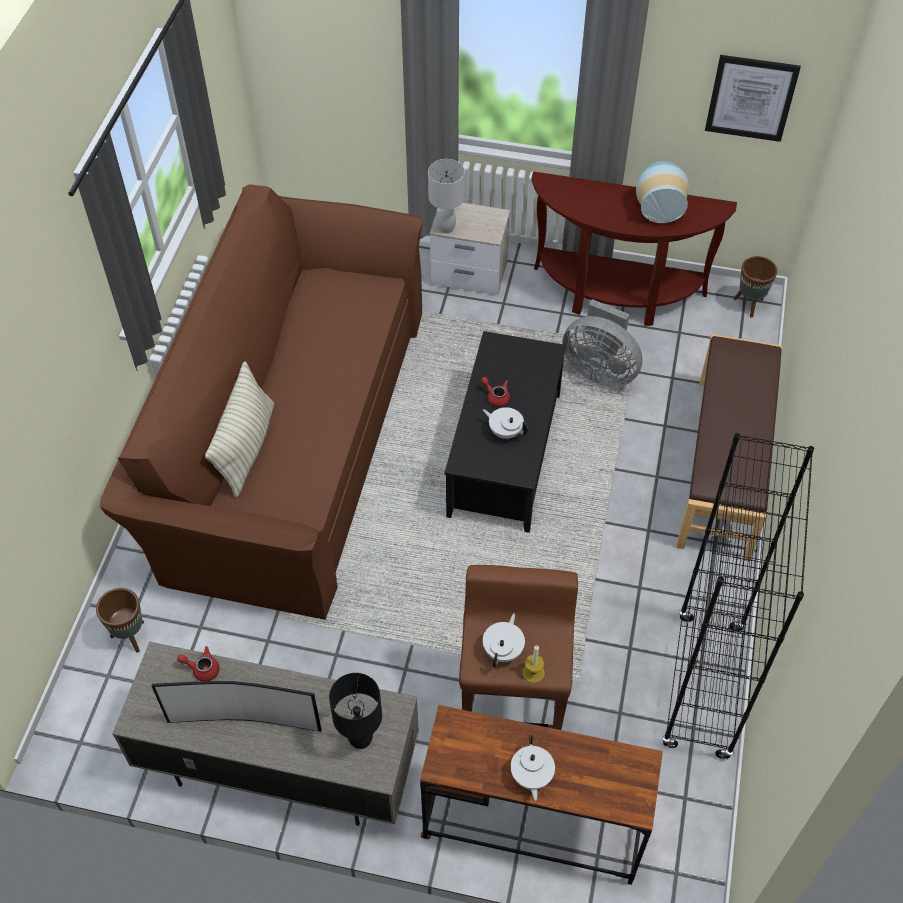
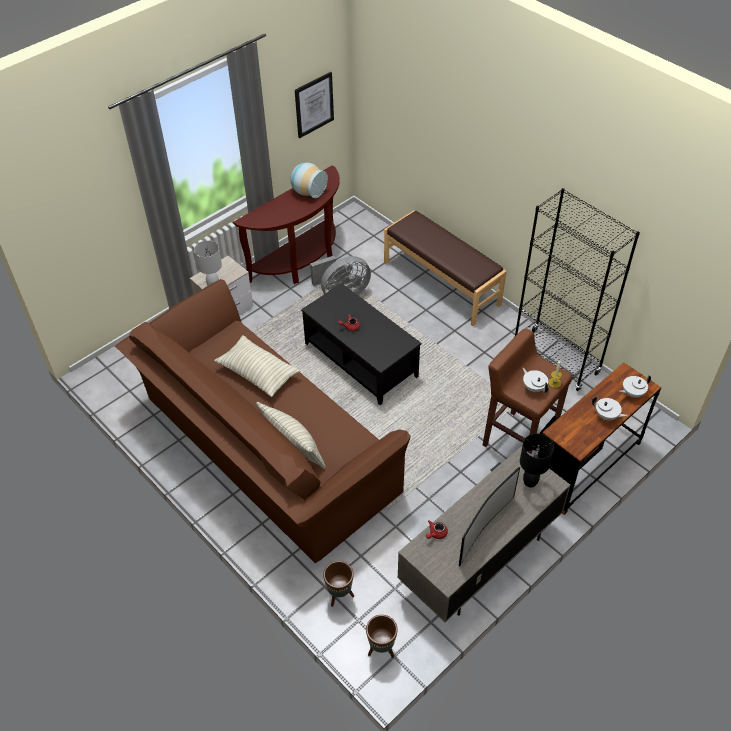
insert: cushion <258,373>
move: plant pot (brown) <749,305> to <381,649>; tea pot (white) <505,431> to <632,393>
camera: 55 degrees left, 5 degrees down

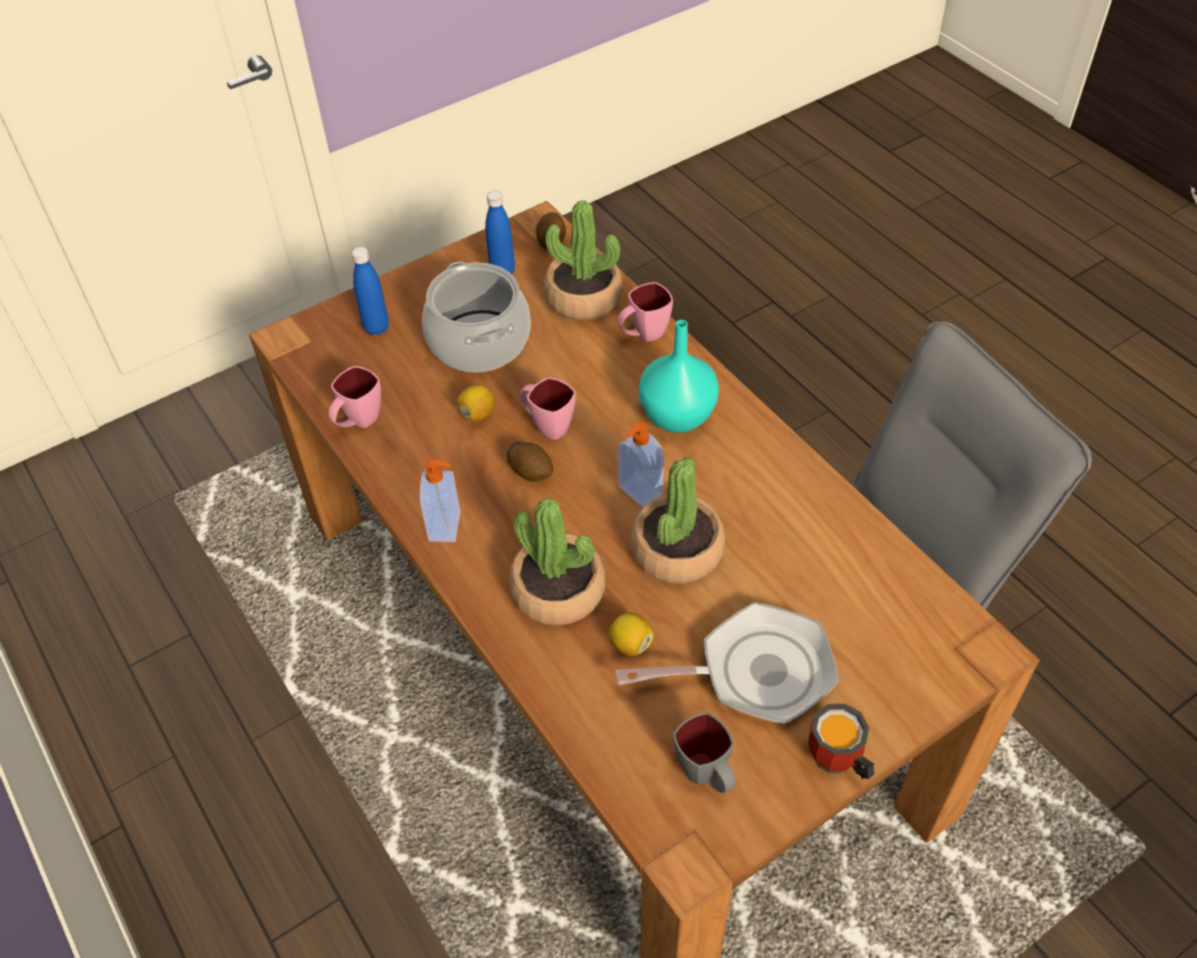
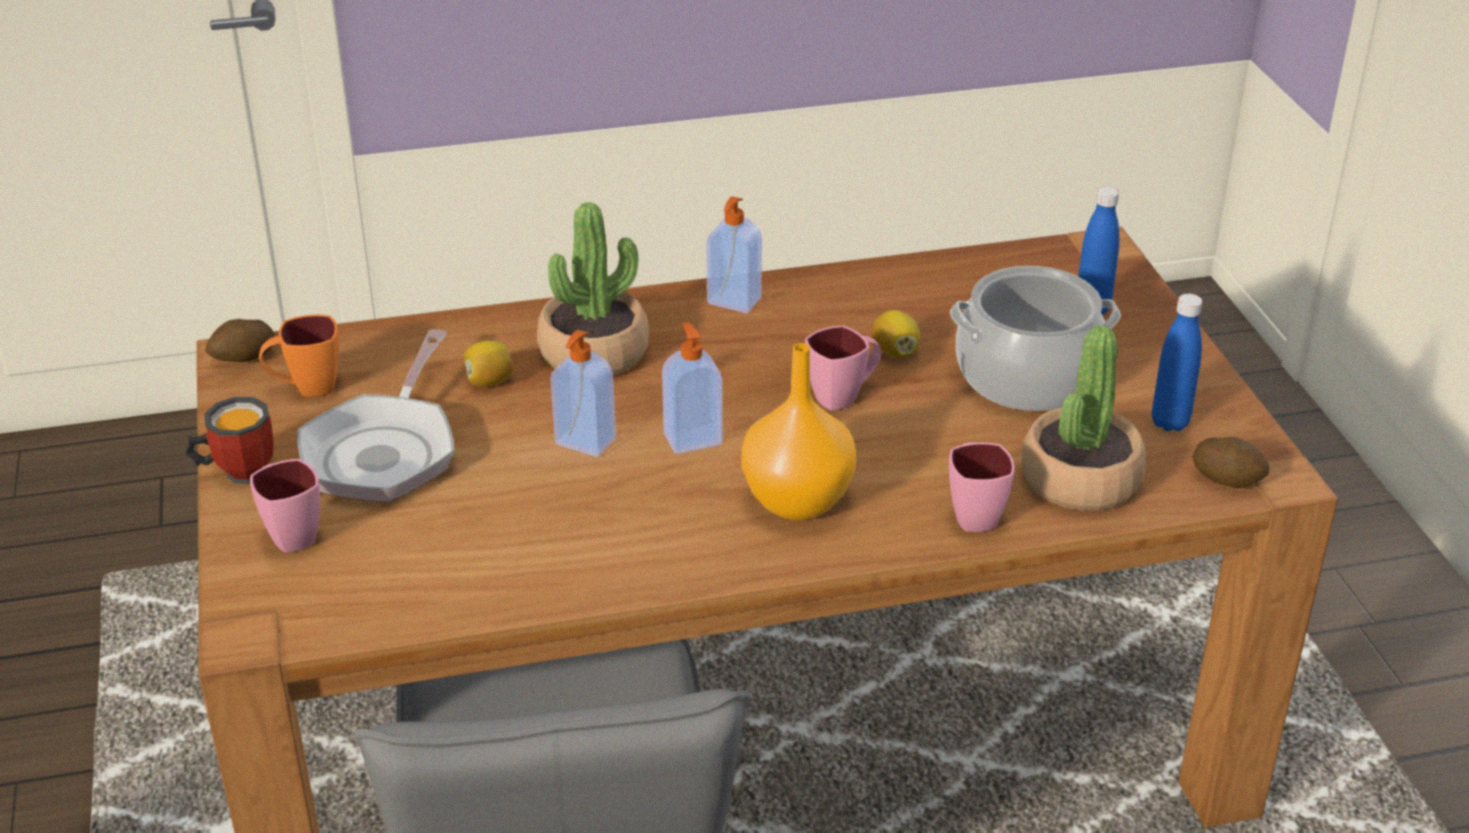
move: potato <531,471> to <243,358>; tea mug (pinkish) <358,423> to <290,533>
replace: potted plant <676,550> to liquid soap bottle <584,443>
recolor: tea mug (greyish) <706,776> to tea mug (orange) <305,388>; vase (turquoise) <676,417> to vase (orange) <796,500>
camera: 110 degrees right, 15 degrees down

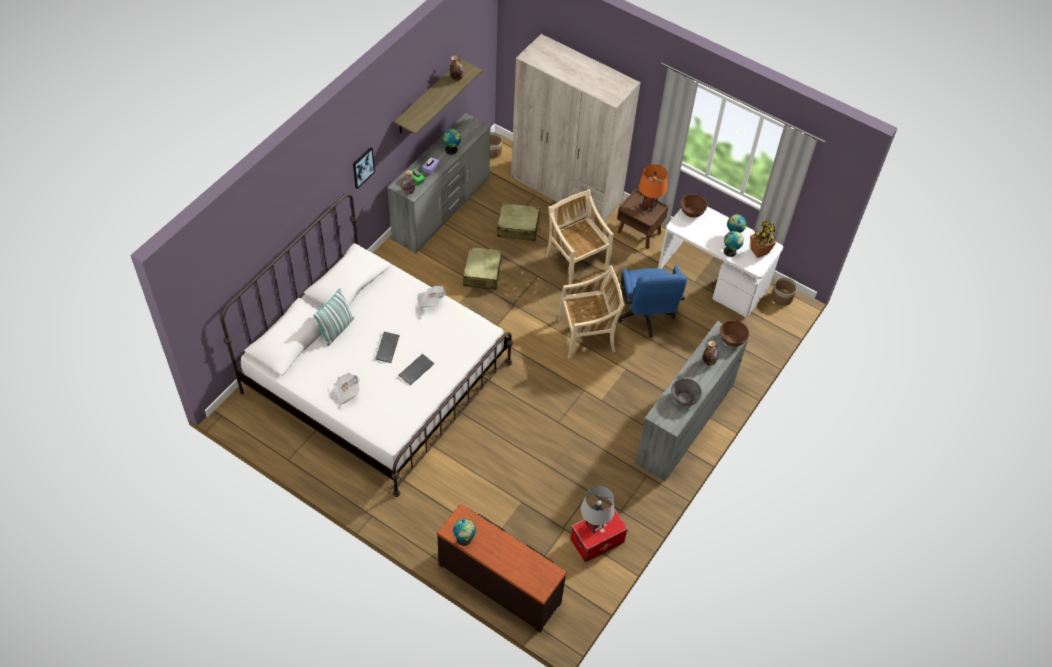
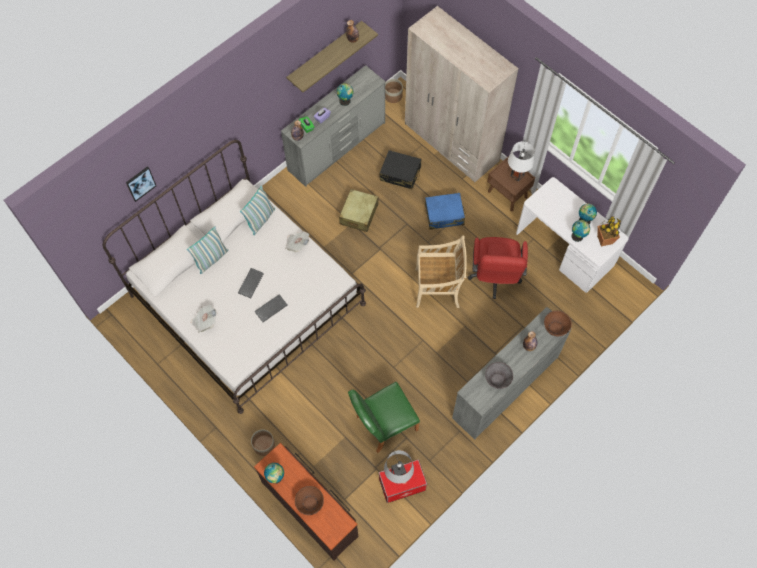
insert: cushion <260,219>; plain chair (greenish) <383,425>
move: wall art <362,167> to <140,183>; plant pot <781,297> to <264,445>; serving bowl (brown) <692,212> to <310,503>
replace: plain chair (sand-coloured) <576,261> to suitcase (bluish) <444,215>
recolor: suitcase (sand-coloured) <518,227> to suitcase (black) <400,174>; computer chair (bluish) <645,317> to computer chair (red-coloured) <494,278>; tabletop lamp (orange) <649,206> to tabletop lamp (white) <517,175>
camera: 15 degrees right, 10 degrees up

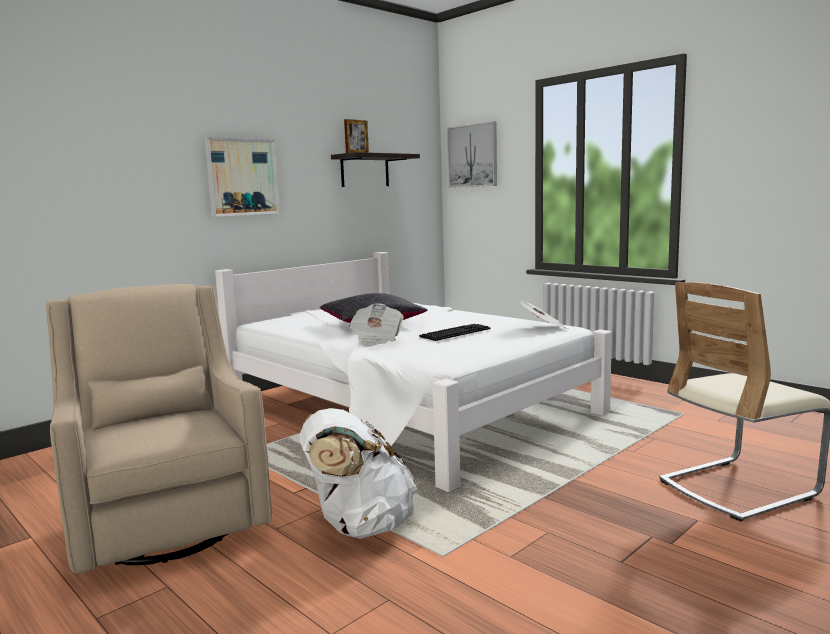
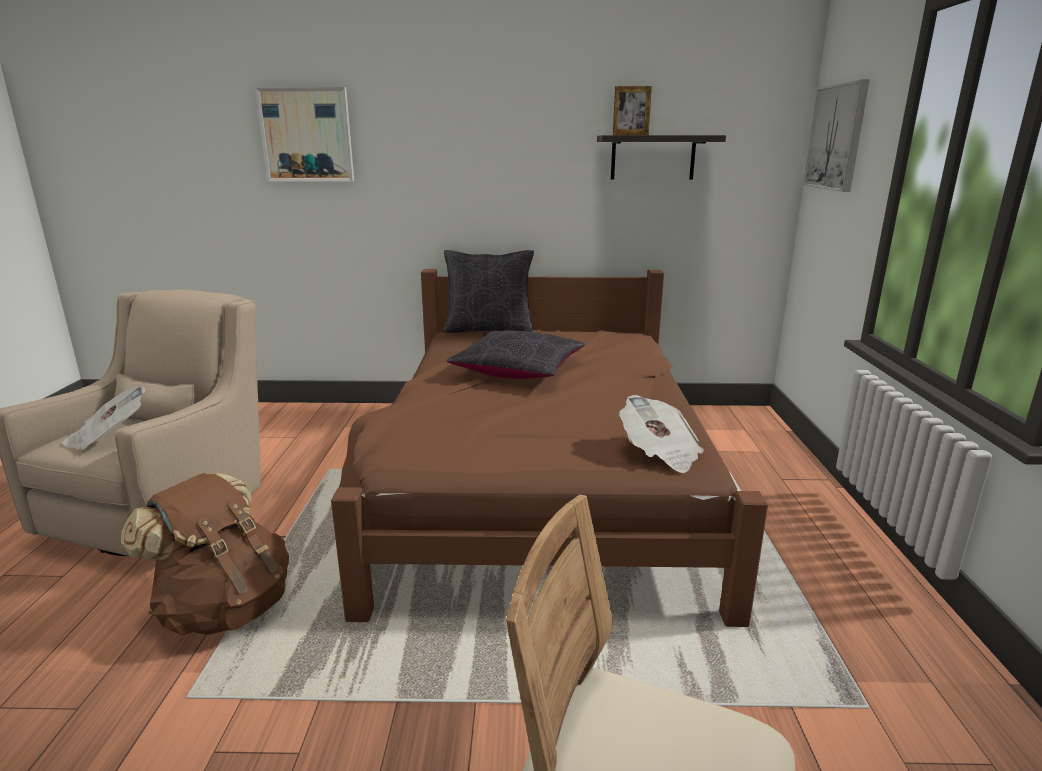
delete: PC keyboard <455,332>
insert: cushion (black) <489,330>
move: newspaper <376,340> to <109,437>; wall art <242,177> to <306,135>
recolor: backpack (white) <359,526> to backpack (brown) <225,608>; bedroom bed (white) <408,408> to bedroom bed (brown) <539,485>
camera: 45 degrees right, 10 degrees up

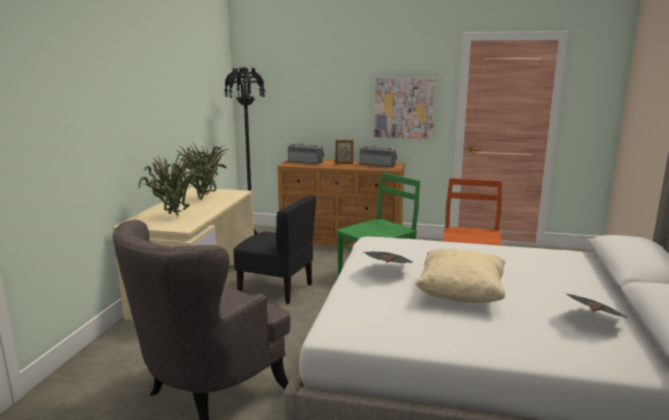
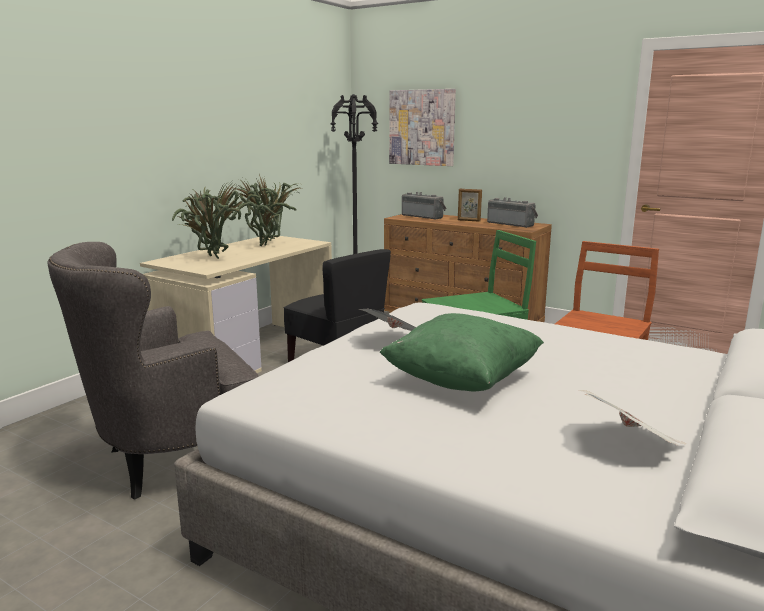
move: wall art <404,108> to <422,127>
recolor: cushion (sand-coloured) <460,295> to cushion (greenish) <462,381>
camera: 20 degrees right, 0 degrees up

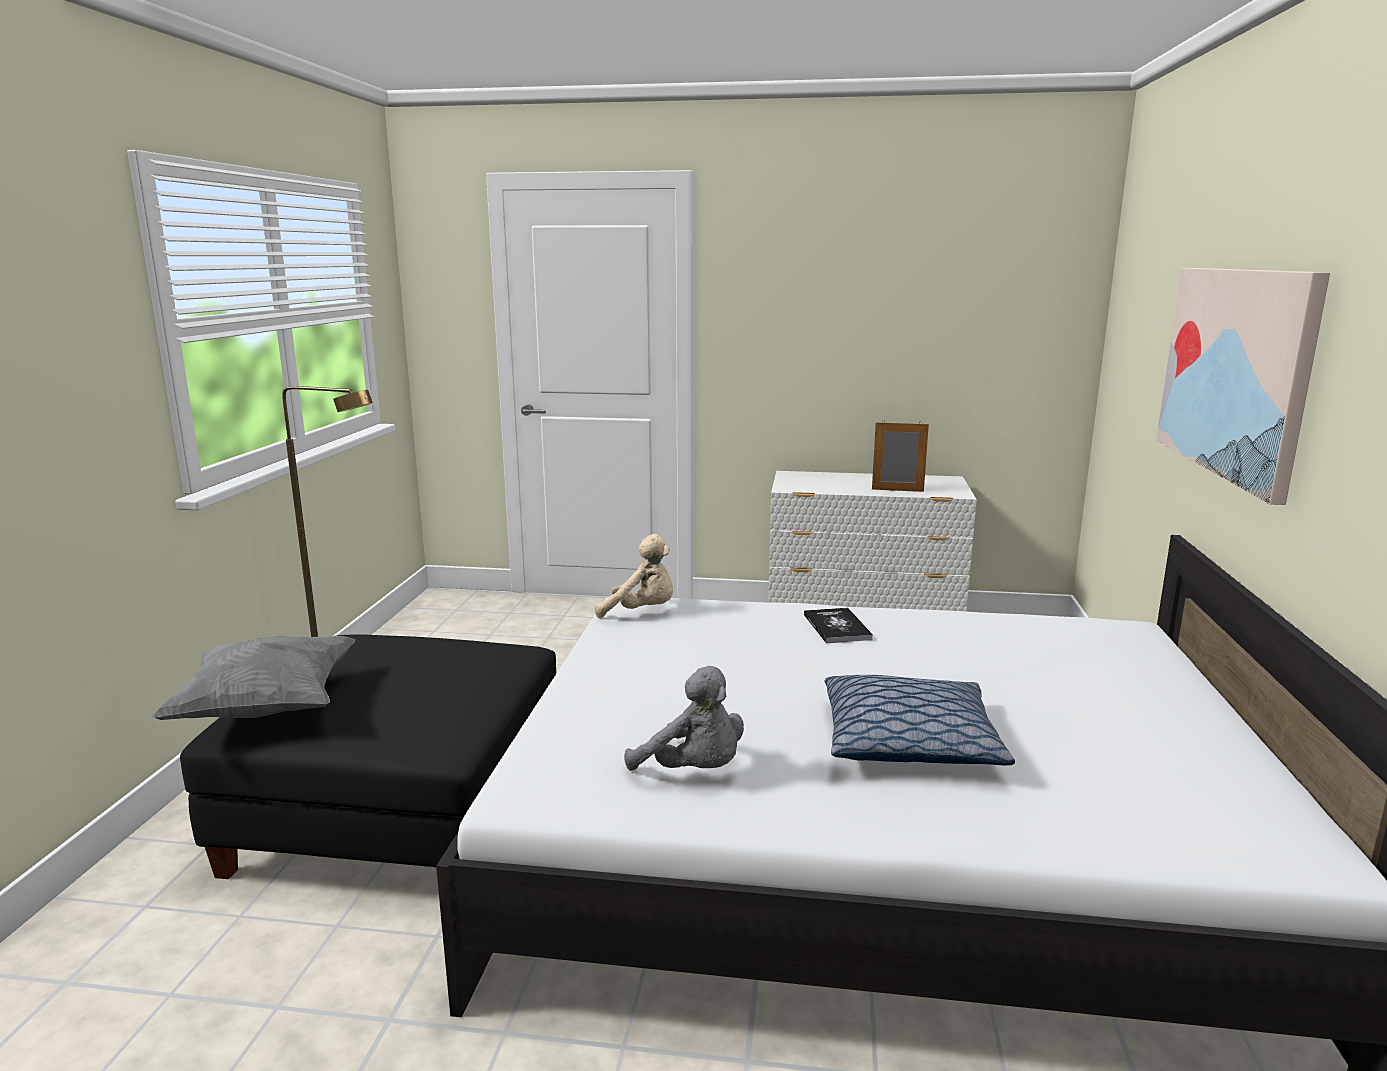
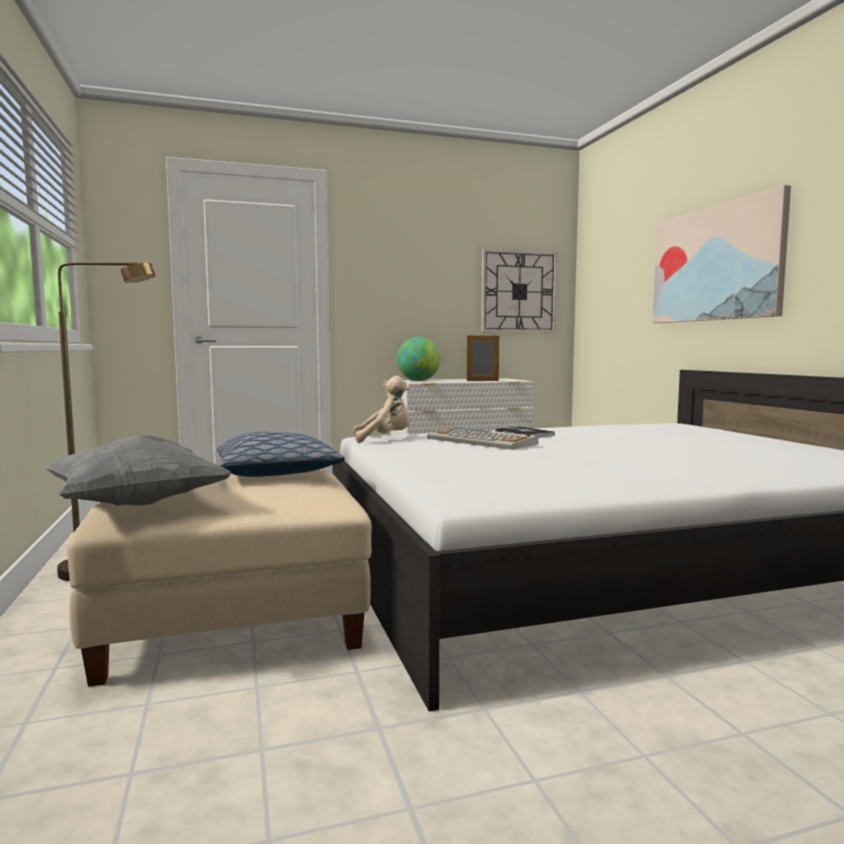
delete: soft toy (greyish) <693,771>
insert: globe <418,380>; PC keyboard <482,441>; hanging clock <518,291>
move: cushion <909,741> to <277,472>
recolor: ottoman (black) <401,813> to ottoman (sand-coloured) <234,613>
camera: 25 degrees left, 10 degrees down

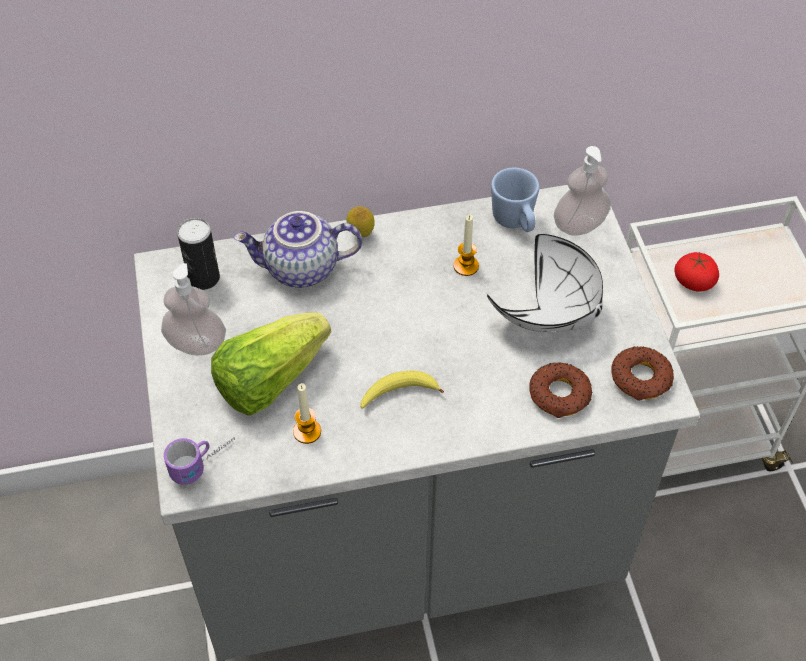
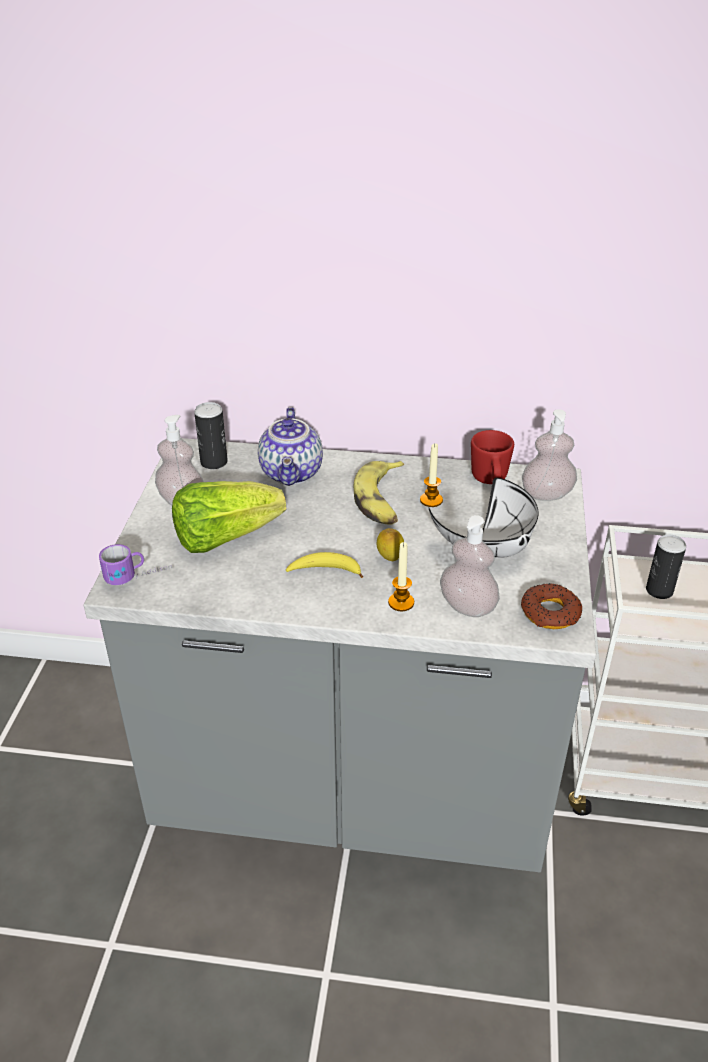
insert: banana fruit <382,500>
move: lemon <361,235> to <389,559>; candle <307,431> to <401,602>
replace: ring doughnut <559,394> to liquid soap bottle <467,606>; whole tomato <694,281> to sealed can <659,590>
recolor: tea mug (bluish) <515,222> to tea mug (red-coloured) <490,481>
rotate: tea pot <301,270> = <293,473> 105 degrees counterclockwise
camera: 20 degrees right, 15 degrees down

